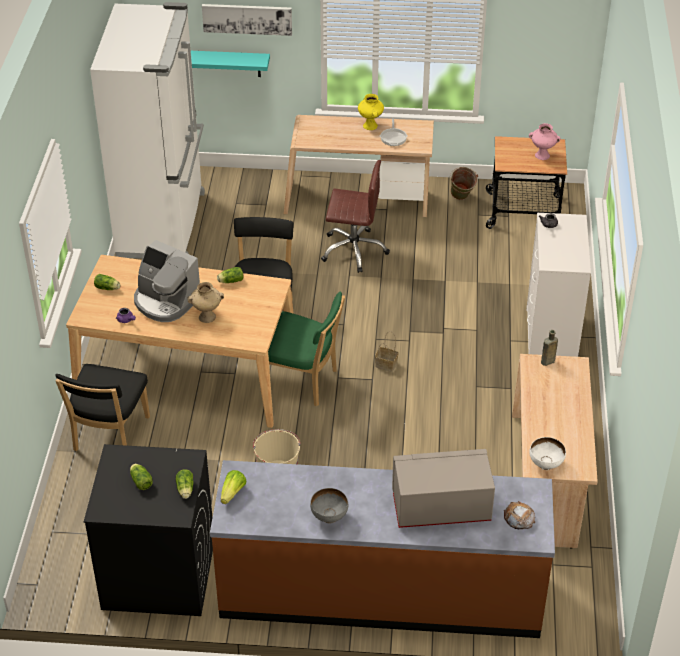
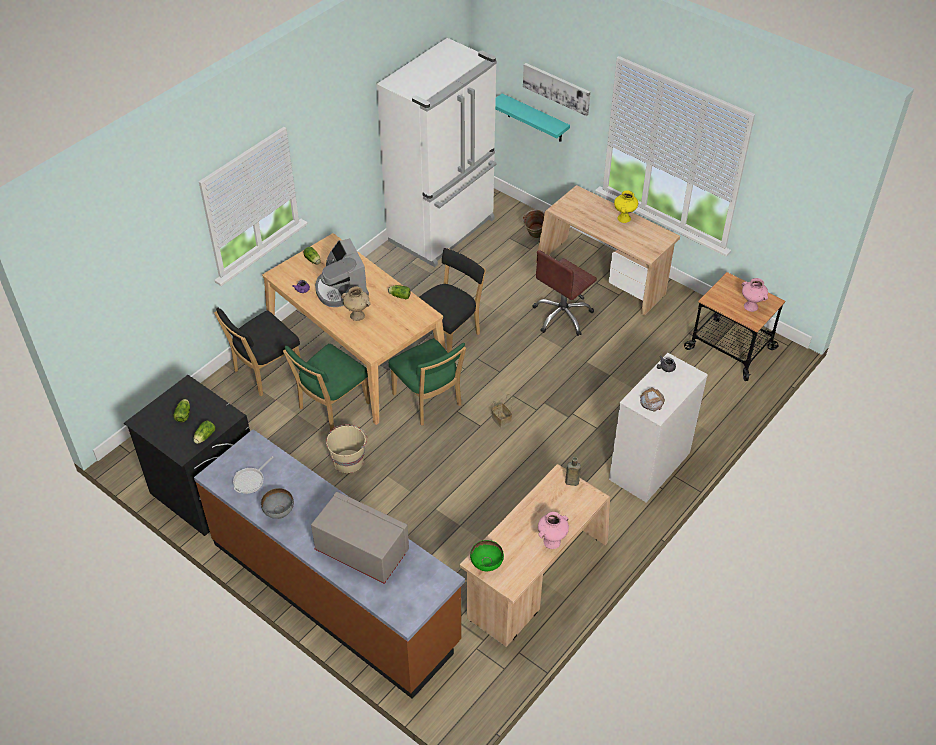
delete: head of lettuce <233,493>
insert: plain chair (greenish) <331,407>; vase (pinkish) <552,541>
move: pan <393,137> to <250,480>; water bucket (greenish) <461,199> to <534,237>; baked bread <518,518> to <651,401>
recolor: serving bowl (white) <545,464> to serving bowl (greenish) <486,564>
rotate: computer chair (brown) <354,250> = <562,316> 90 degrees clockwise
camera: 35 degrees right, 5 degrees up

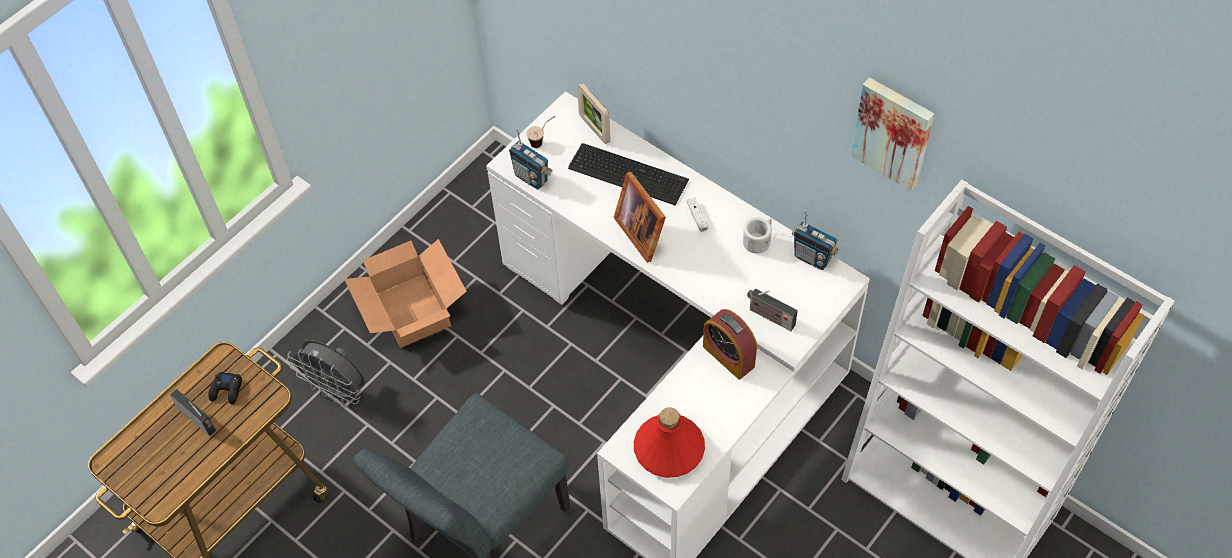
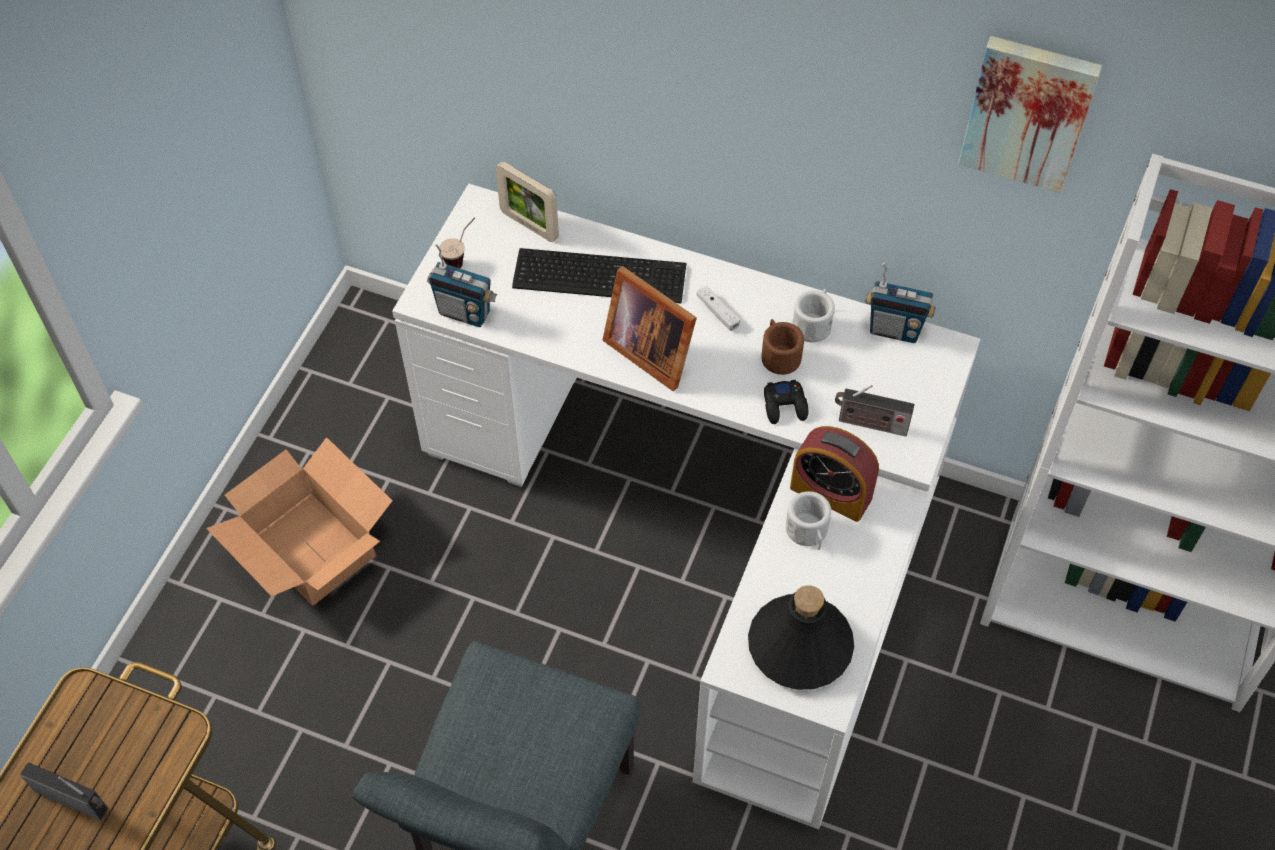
delete: electric fan (greyish) <337,390>
insert: tea mug (brown) <779,355>; tea mug (white) <808,533>
move: game controller (black) <227,390> to <785,406>
recolor: drink bottle (red-coloured) <668,448> to drink bottle (black) <799,645>
camera: 20 degrees left, 0 degrees up

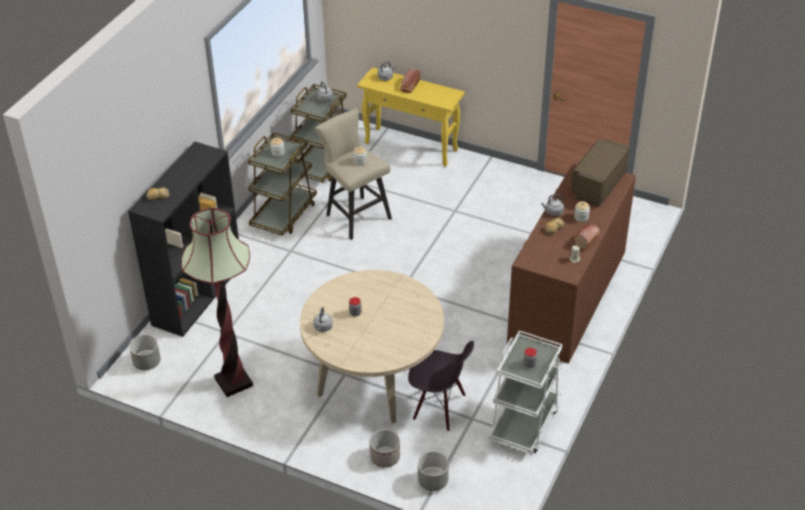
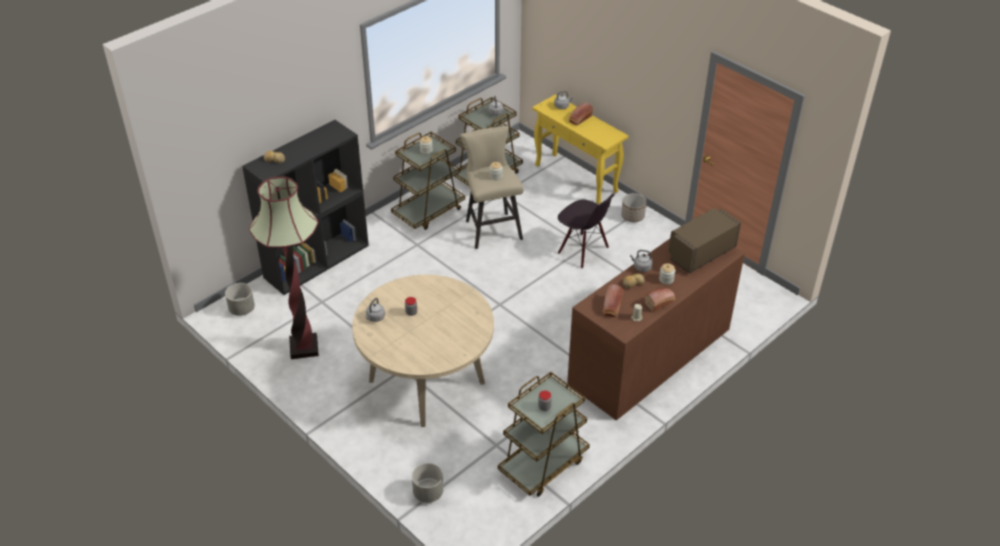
insert: baked bread <612,307>
move: plain chair (black) <439,408> to <583,251>; plant pot <385,457> to <632,216>
recolor: cart (white) <524,423> to cart (brown) <543,464>
camera: 20 degrees right, 0 degrees up

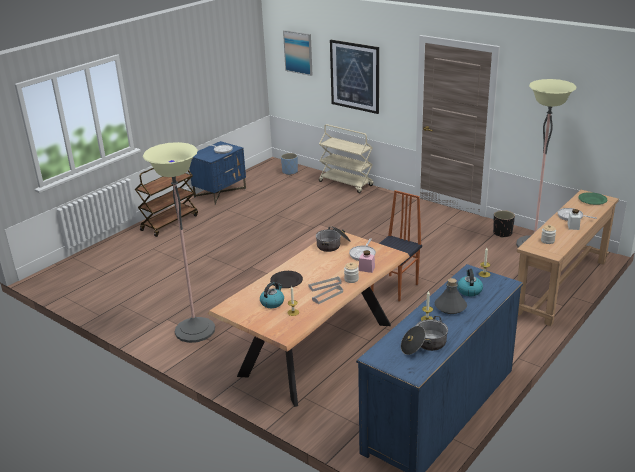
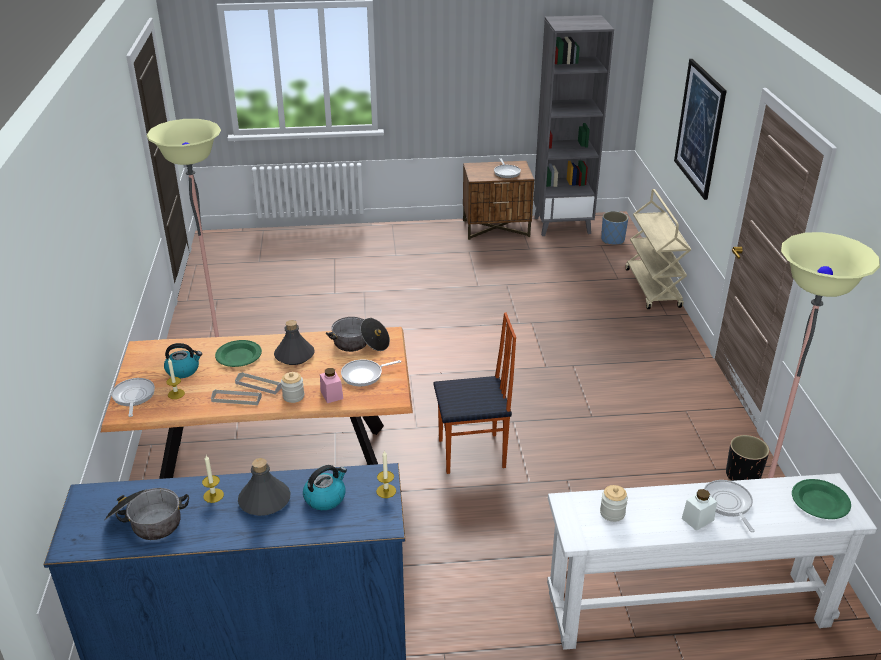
delete: cart (brown) <169,222>; wall art <298,52>
insert: pan <133,397>; drink bottle (greyish) <295,355>; bookcase (greyish) <562,225>
recolor: plate (black) <286,281> to plate (greenish) <238,356>; night table (bluish) <220,192> to night table (brown) <496,228>; hall table (brown) <561,286> to hall table (white) <687,609>
camera: 45 degrees right, 5 degrees up

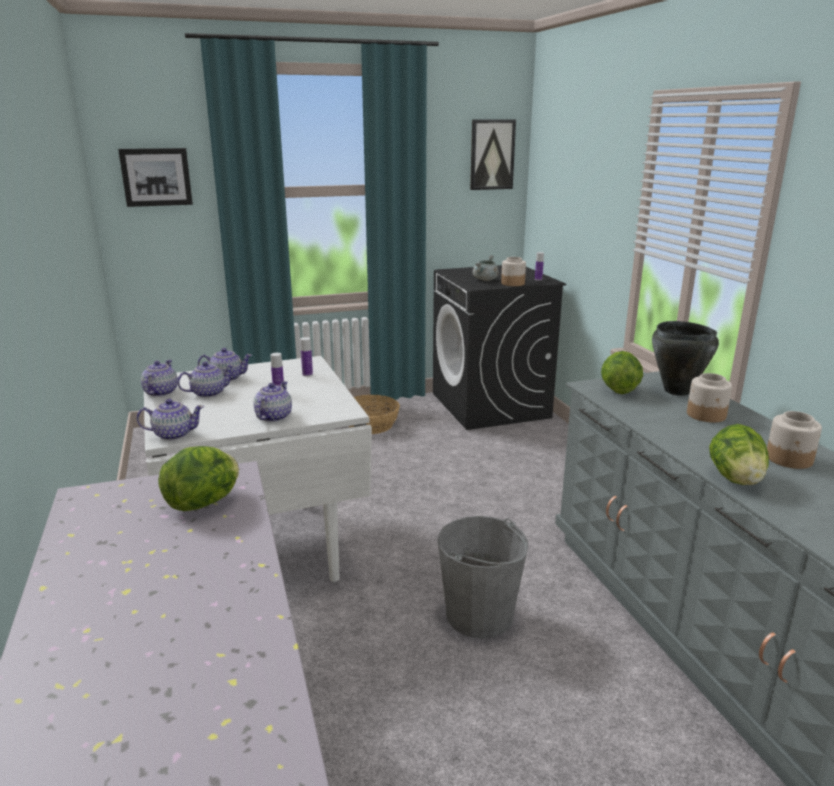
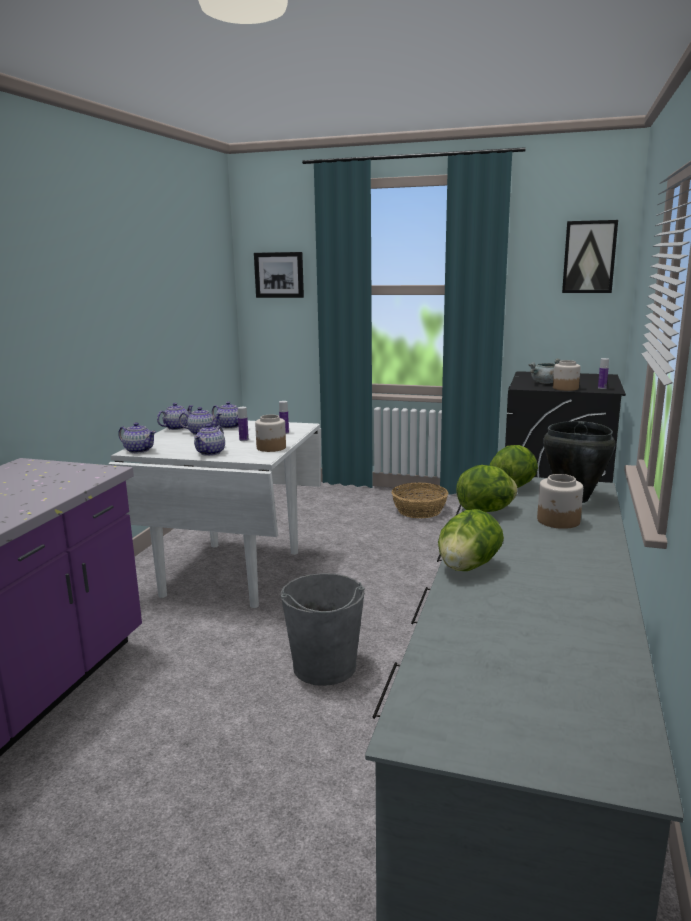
move: storage jar <789,459> to <271,448>; head of lettuce <204,503> to <486,510>
rotate: tea pot <273,417> = <211,452> 150 degrees clockwise
camera: 35 degrees right, 5 degrees down

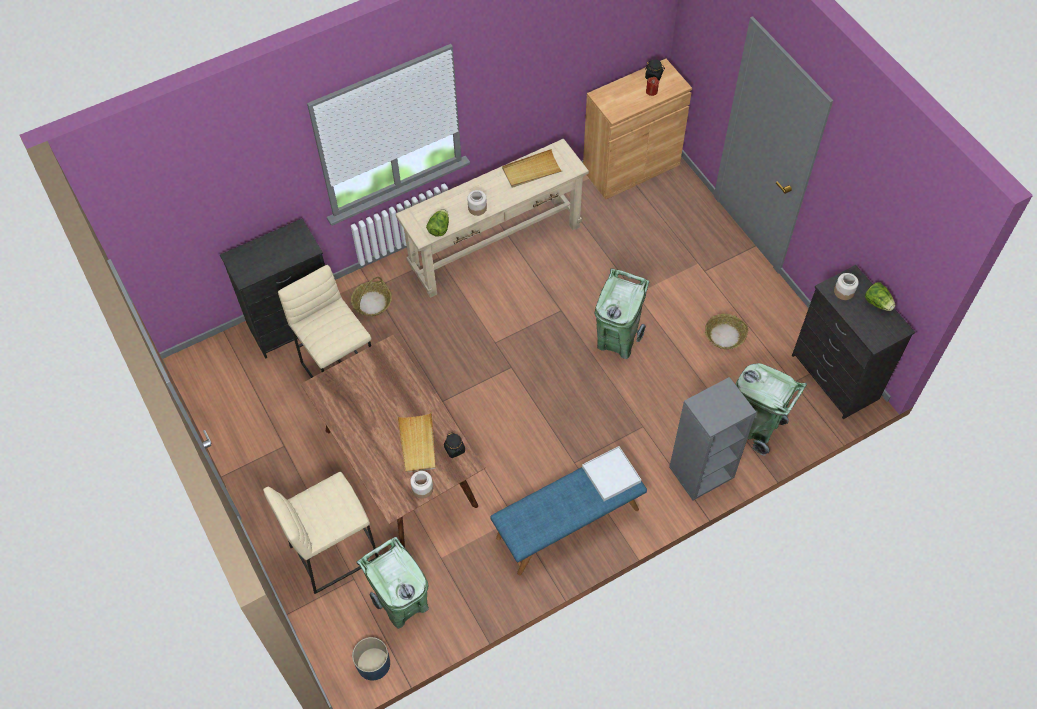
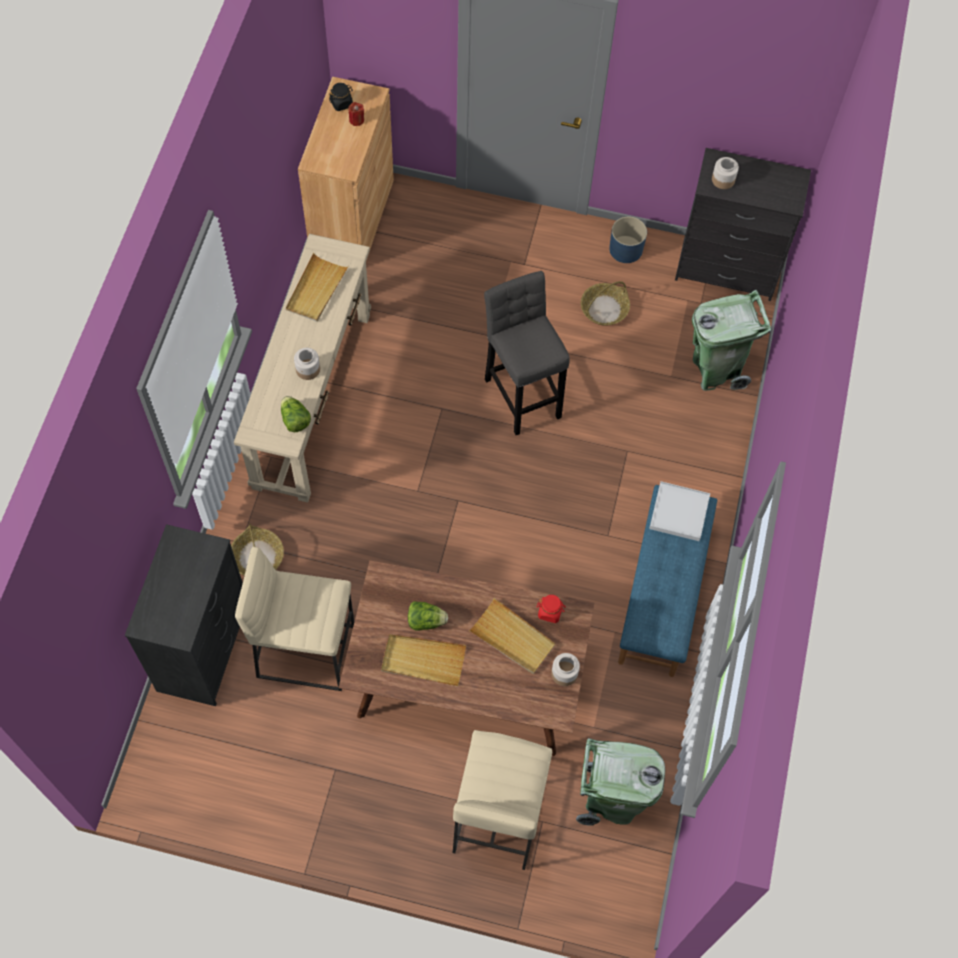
delete: bookcase (greyish) <701,473>
insert: tray (sand-coloured) <423,660>
move: head of lettuce <877,303> to <426,621>; plant pot (bluish) <373,664> to <625,249>
replace: rubbish bin (greenish) <617,341> to stool (greyish) <522,393>
recolor: storage jar (black) <454,449> to storage jar (red-coloured) <550,612>
camera: 50 degrees left, 5 degrees up

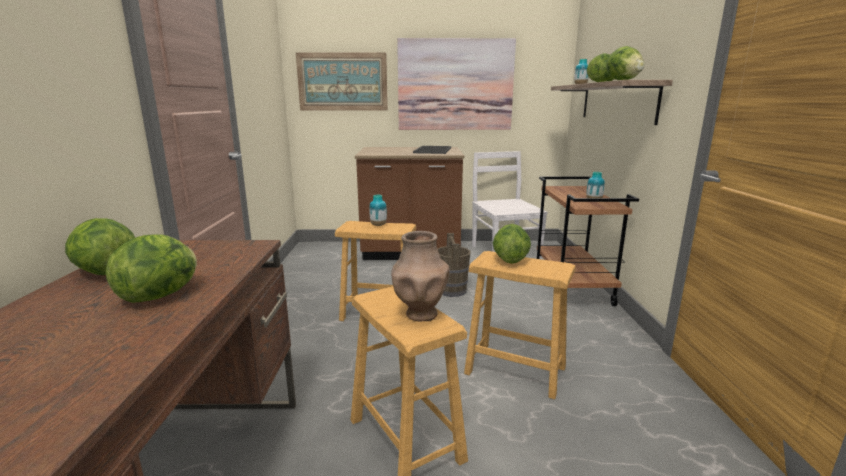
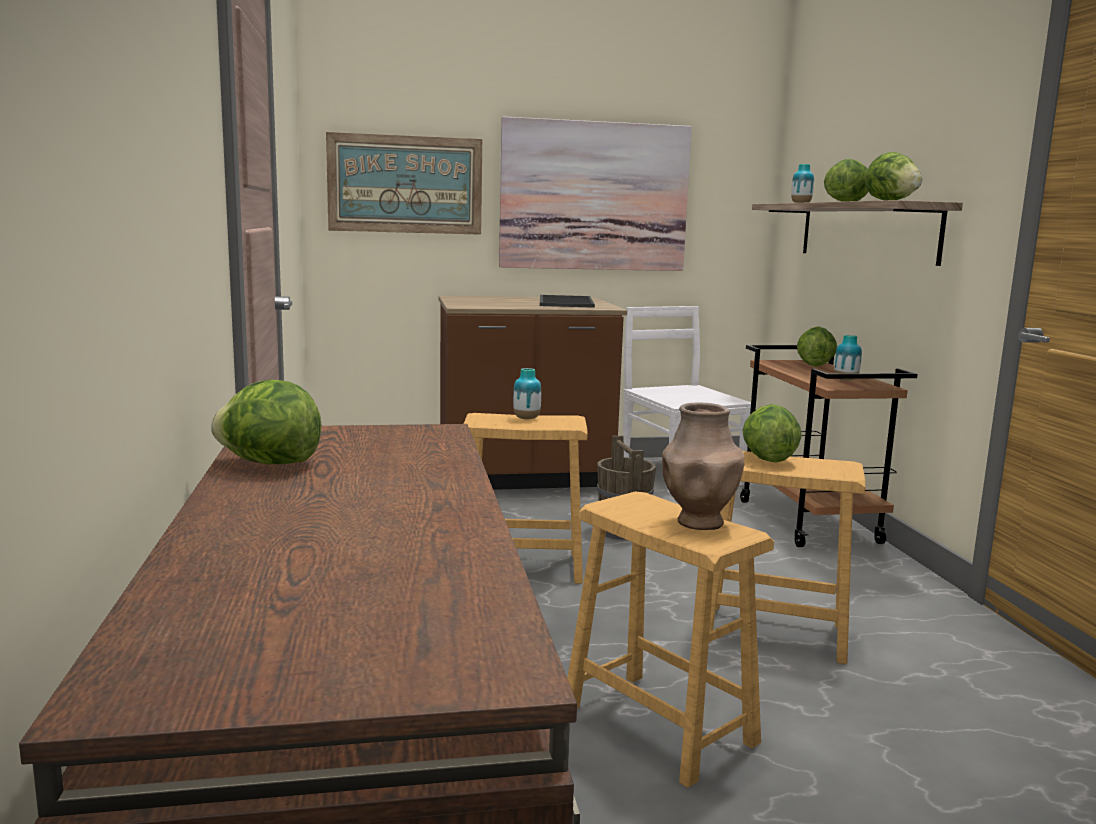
move: head of lettuce <161,295> to <814,365>
camera: 10 degrees left, 5 degrees down

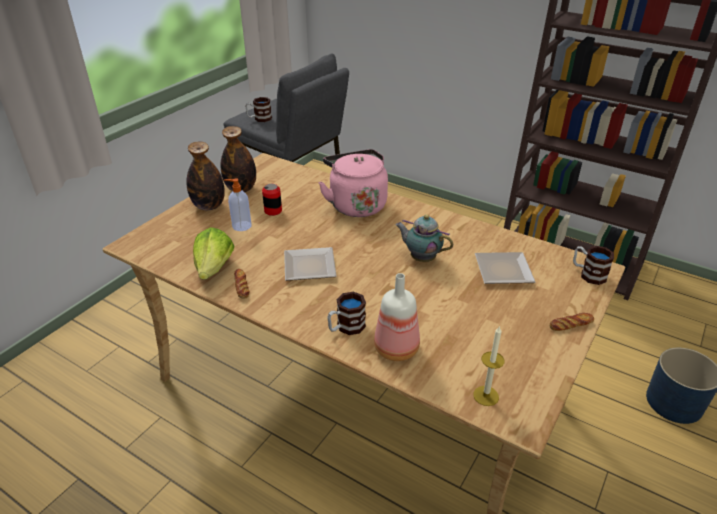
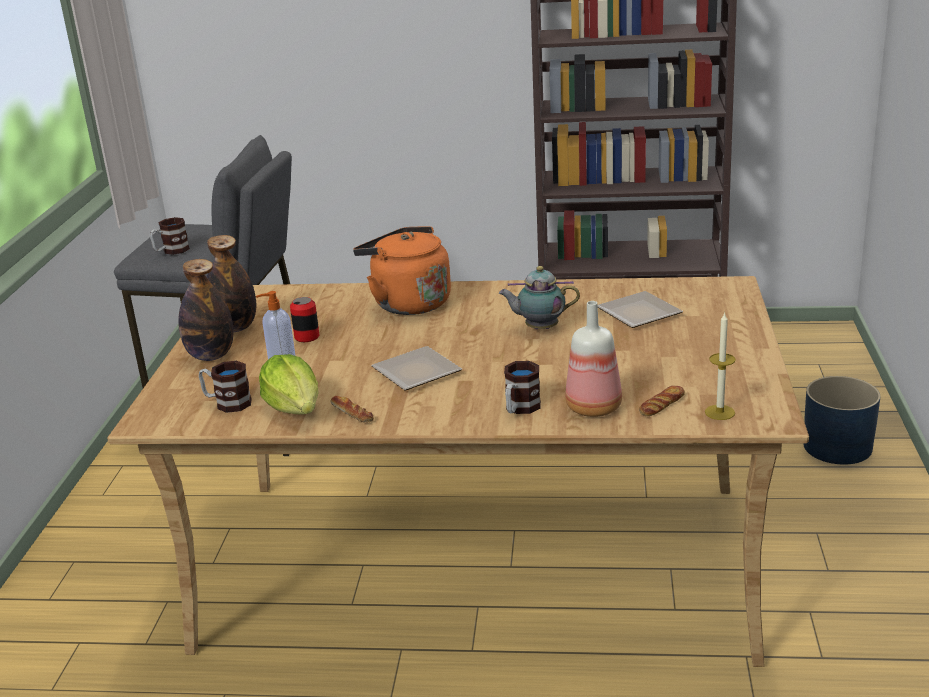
move: tea mug <588,274> to <227,403>; baked bread <570,324> to <661,405>
recolor: tea kettle (pinkish) <356,204> to tea kettle (orange) <407,303>
camera: 25 degrees left, 10 degrees down

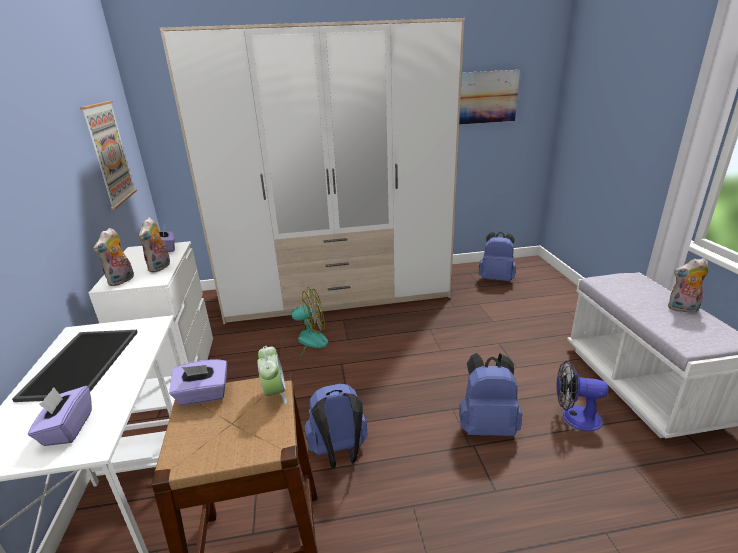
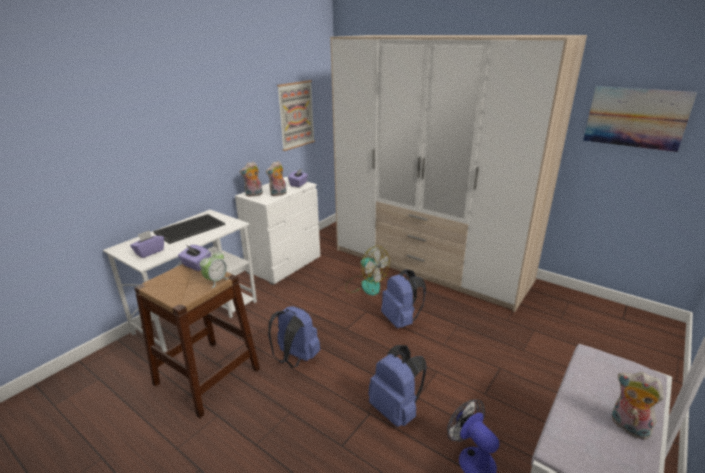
move: backpack (bluish) <496,279> to <401,320>
camera: 45 degrees right, 0 degrees up

